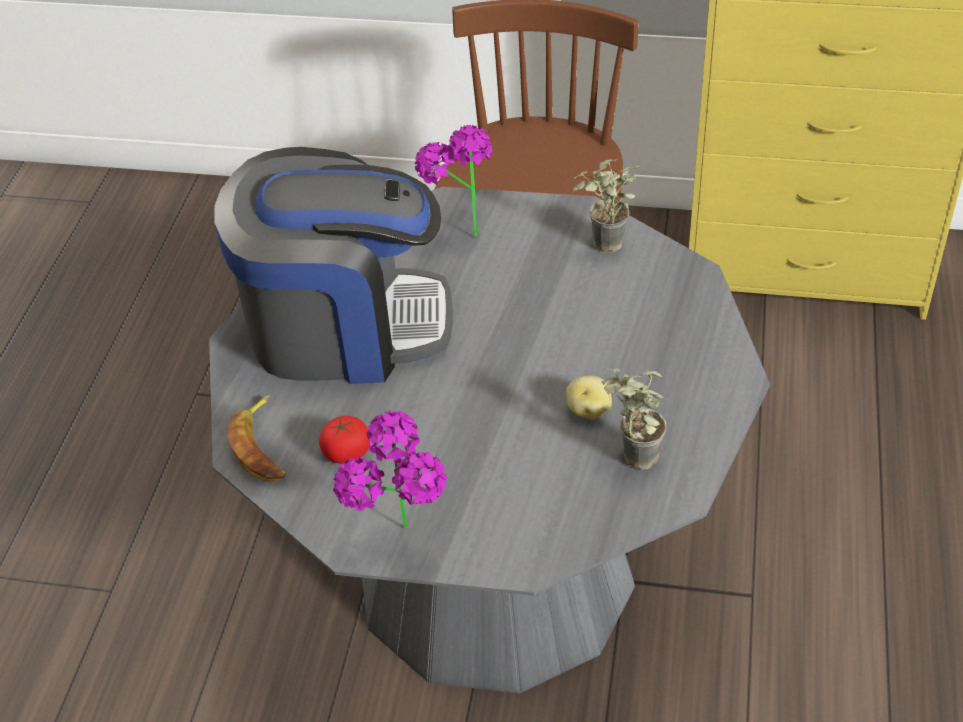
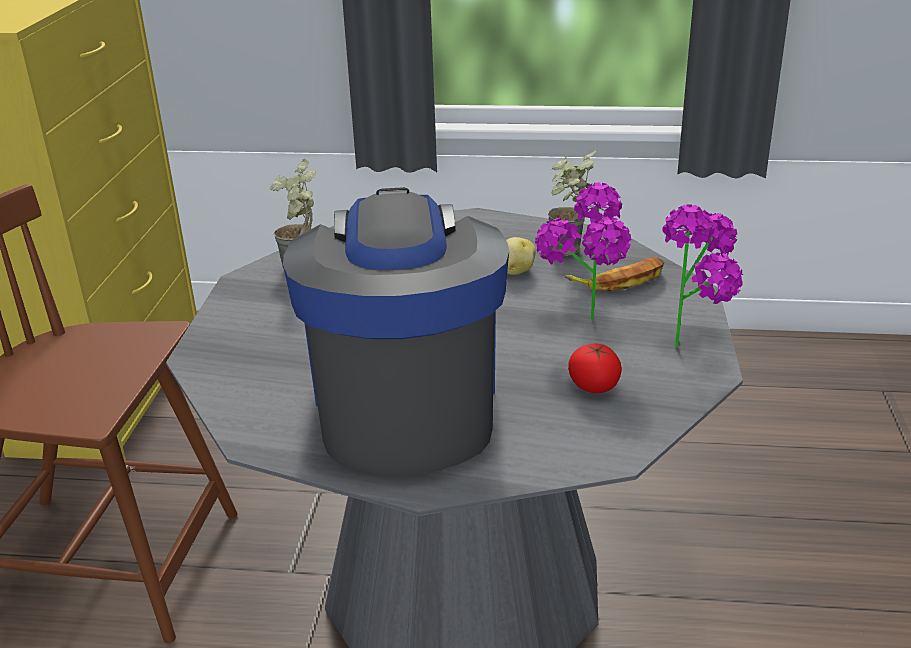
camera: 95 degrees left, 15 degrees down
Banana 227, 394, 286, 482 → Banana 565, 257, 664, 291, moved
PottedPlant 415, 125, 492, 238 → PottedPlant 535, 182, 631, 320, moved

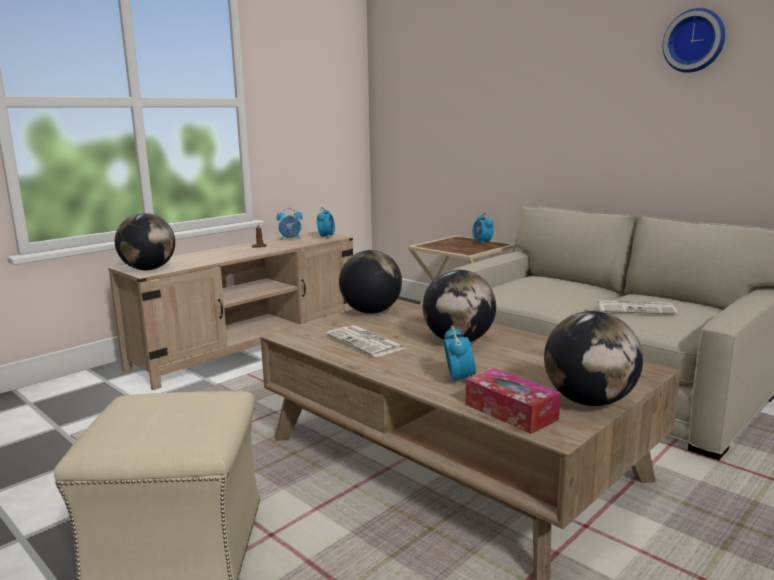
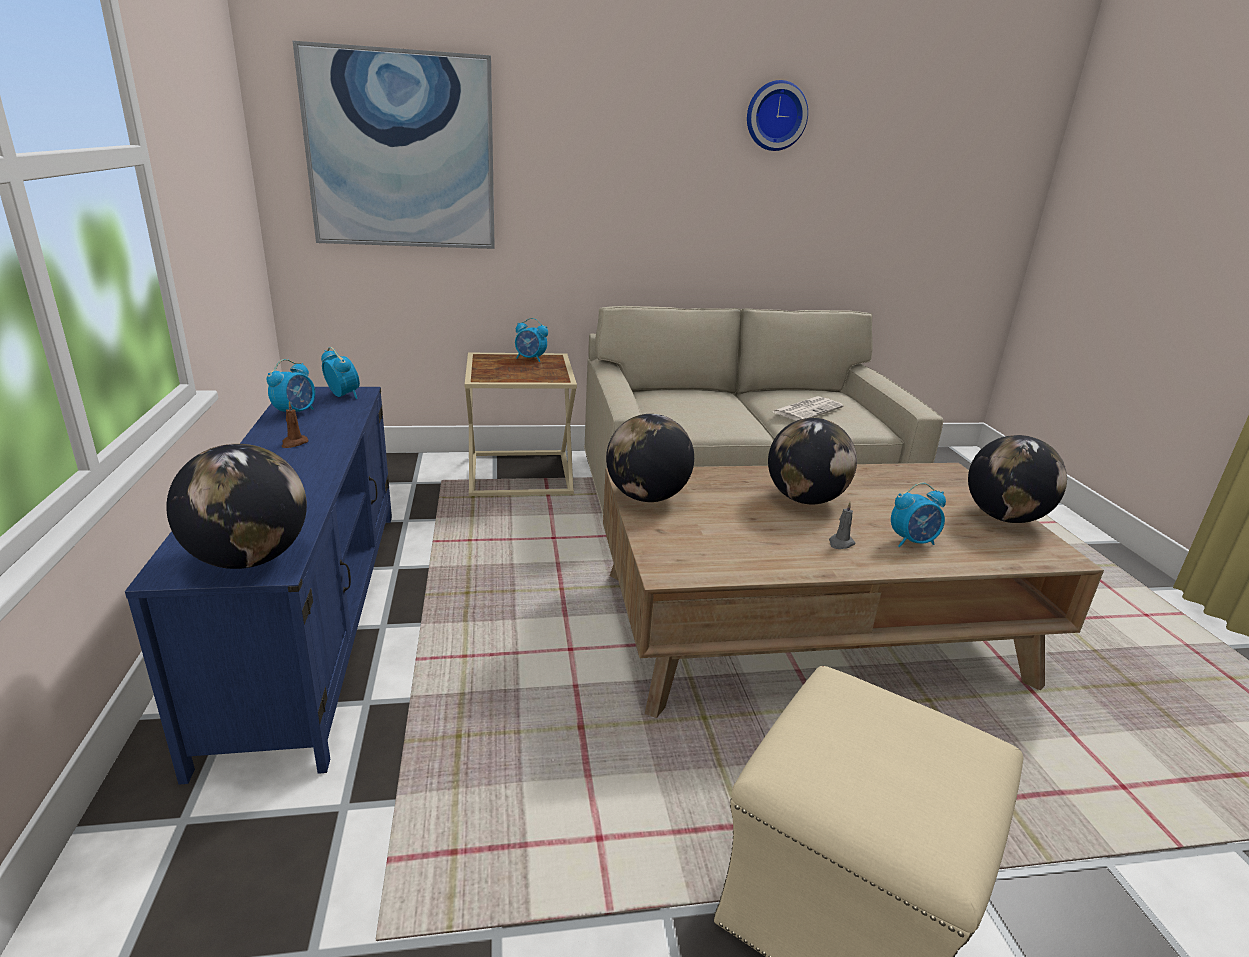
camera: 55 degrees left, 10 degrees up
BeigeTvStand 108, 231, 353, 390 → BlueTvStand 125, 387, 392, 785
Newspaper 326, 325, 406, 357 → -
AlarmClock 444, 326, 476, 381 → AlarmClock 891, 483, 946, 547, 135 degrees clockwise
TissueBox 466, 368, 561, 434 → -
- → Picture 293, 41, 495, 249
- → GreyCandle 829, 502, 855, 549

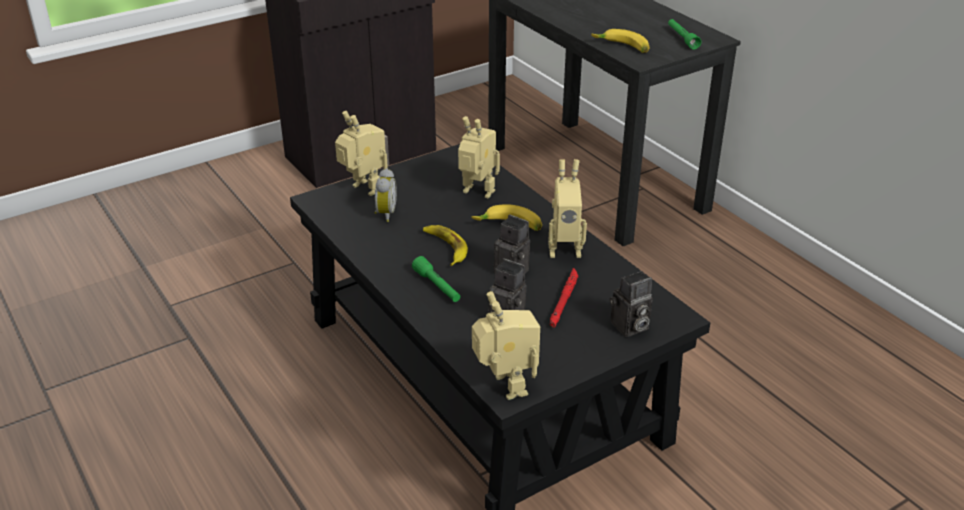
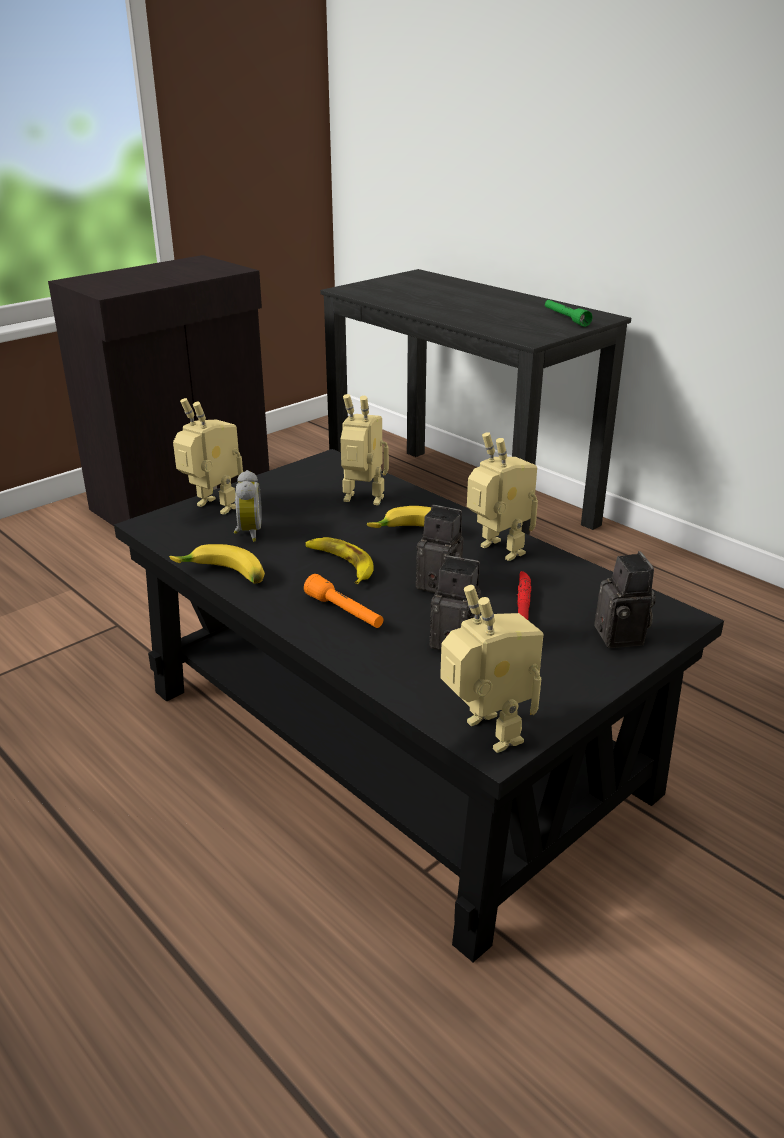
camera: 10 degrees left, 5 degrees down
GreenFlashlight 412, 256, 461, 302 → OrangeFlashlight 304, 574, 383, 628
ToyRobot 548, 159, 587, 258 → ToyRobot 467, 432, 538, 561, 120 degrees counterclockwise
Banana 591, 29, 650, 53 → Banana 169, 544, 265, 584, moved
PhotoCamera 610, 271, 653, 337 → PhotoCamera 595, 551, 656, 648, 60 degrees counterclockwise

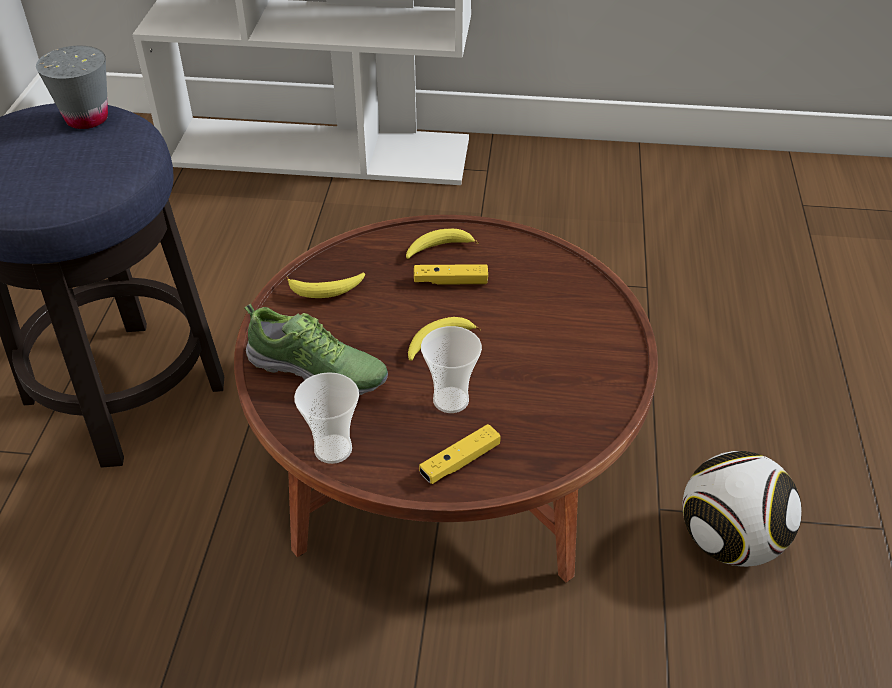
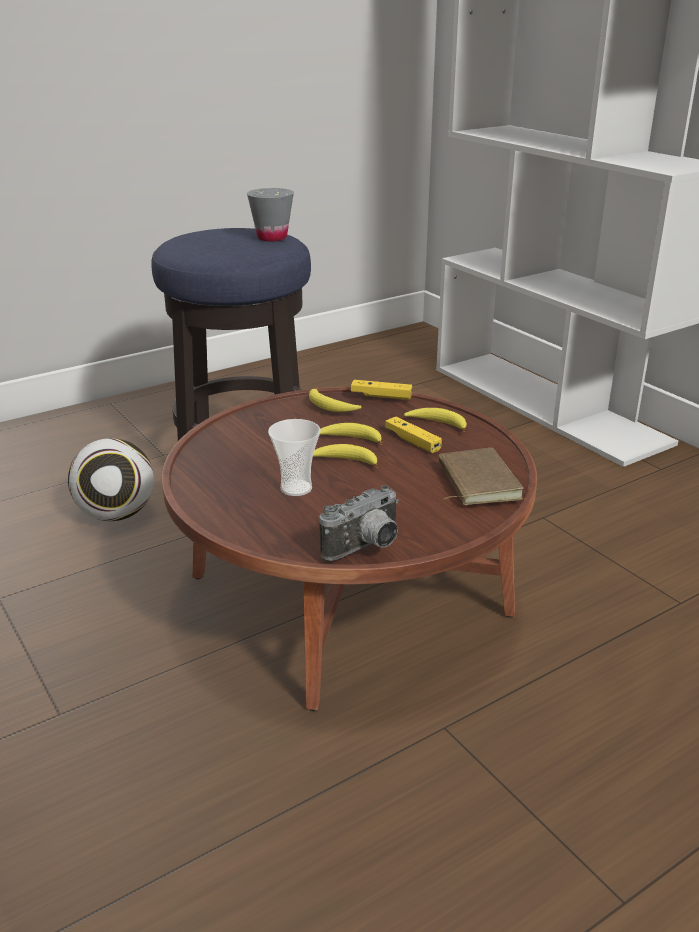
camera: 50 degrees right, 15 degrees down
Shoe 244, 304, 388, 395 → -
Cup 294, 372, 359, 464 → -
YellowGameController 419, 424, 501, 484 → YellowGameController 351, 380, 412, 400, moved
Football 683, 451, 802, 567 → Football 68, 438, 154, 521, moved
- → PhotoCamera 319, 485, 399, 561
- → Banana 320, 423, 382, 445
- → BrownBook 439, 448, 524, 505

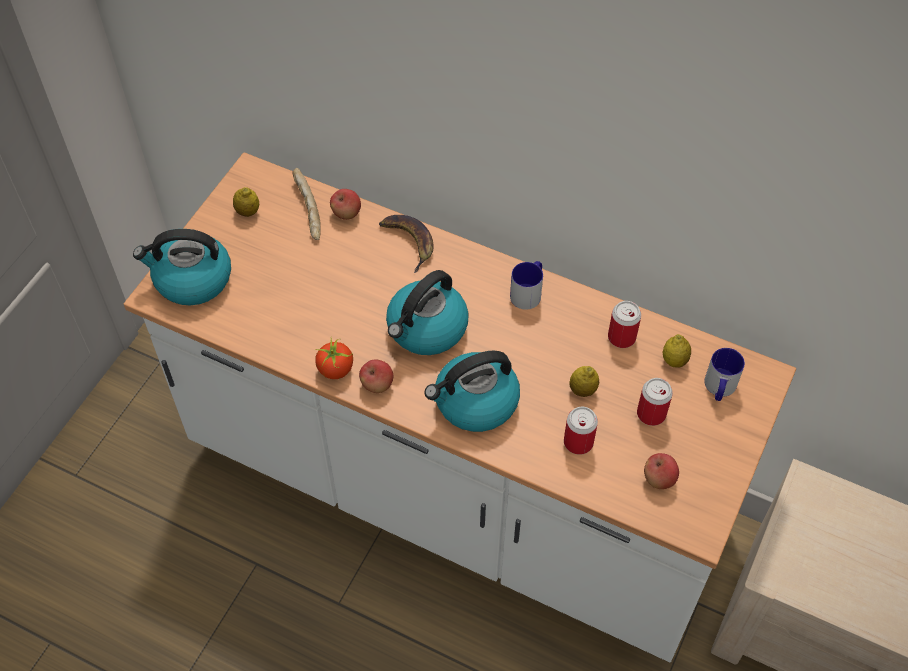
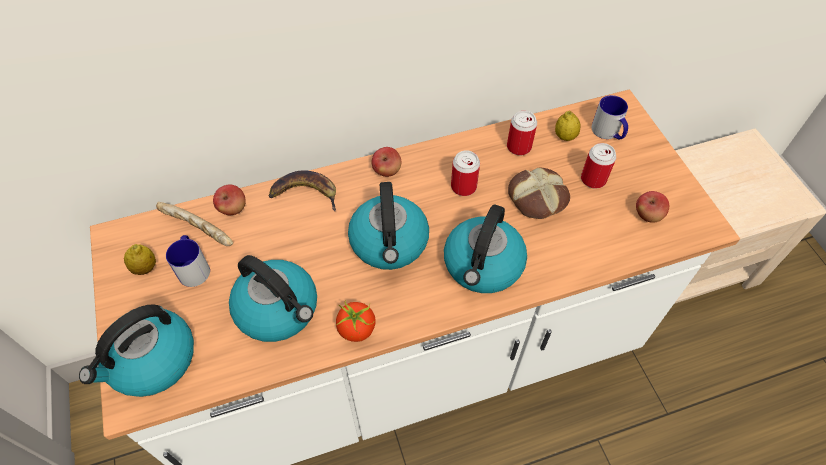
camera: 45 degrees left, 0 degrees up
Apple 359, 359, 393, 393 → Apple 372, 147, 401, 177, moved
Mug 510, 261, 543, 310 → Mug 166, 235, 210, 287, moved
Can 564, 407, 598, 455 → Can 451, 150, 480, 196, moved
Lemon 569, 366, 599, 397 → Bread 508, 168, 570, 219
- → Kettle 229, 255, 317, 342

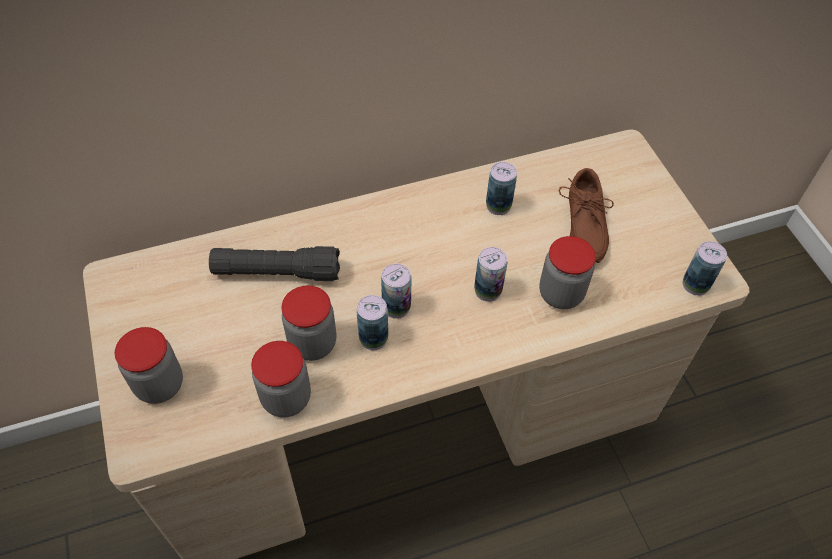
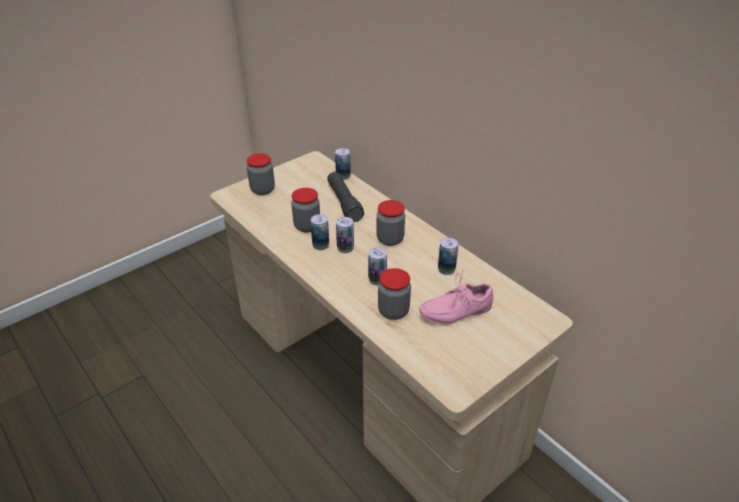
camera: 70 degrees right, 15 degrees down
Jar 251, 341, 311, 417 → Jar 376, 200, 405, 246, moved
BrownShoe 558, 168, 614, 263 → PinkShoe 419, 271, 493, 325
Can 683, 241, 727, 296 → Can 335, 148, 351, 180, moved

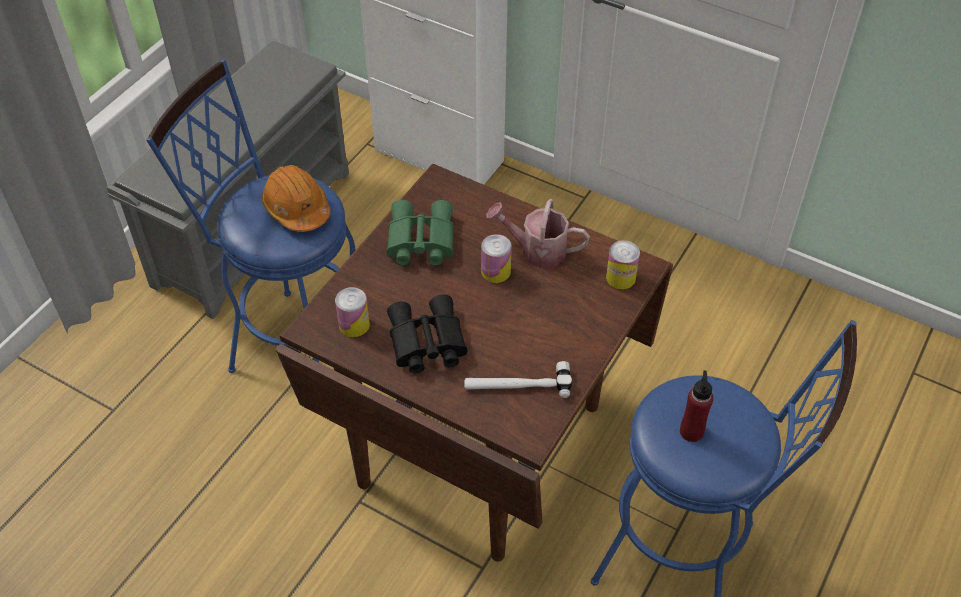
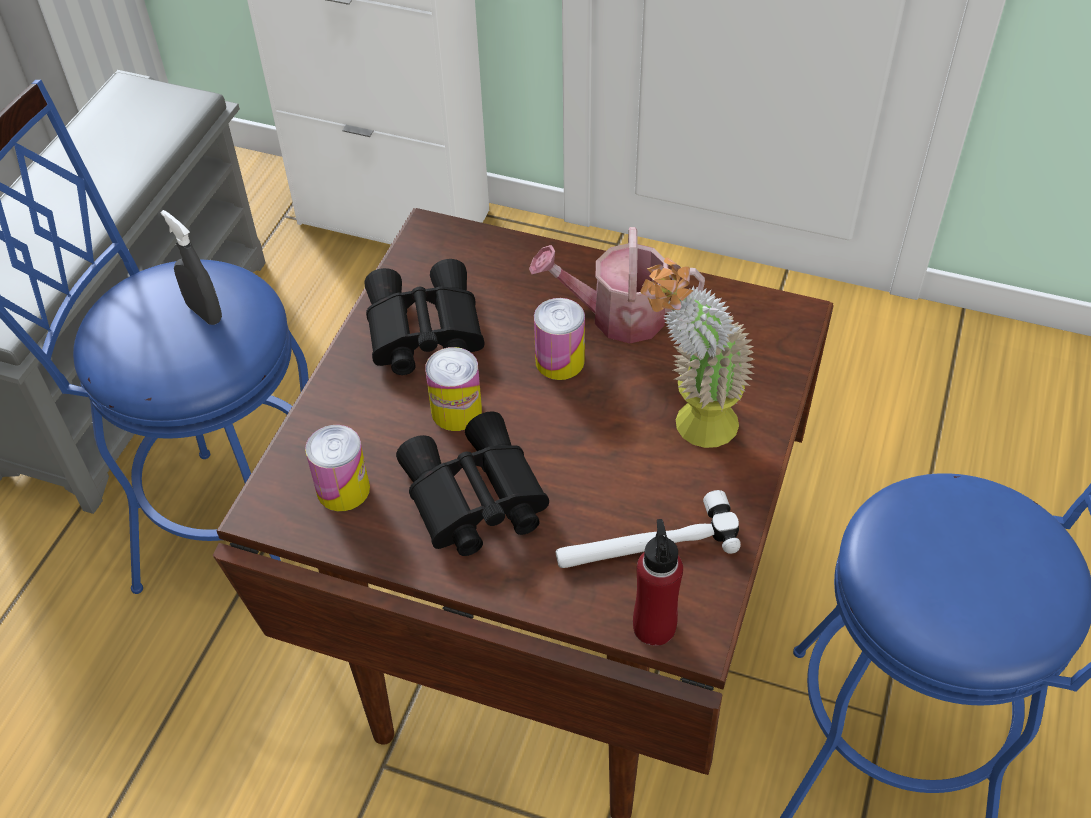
camera: 10 degrees left, 0 degrees up
OrangeHardHat 261, 165, 331, 232 → GreySprayBottle 161, 210, 222, 325
GreenBinoculars 386, 200, 454, 265 → BlackBinoculars 365, 259, 484, 375
Can 606, 240, 640, 289 → Can 425, 347, 482, 431, moved
RedBottle 680, 371, 713, 442 → RedBottle 633, 519, 683, 646, moved
- → PottedPlant 640, 257, 754, 448

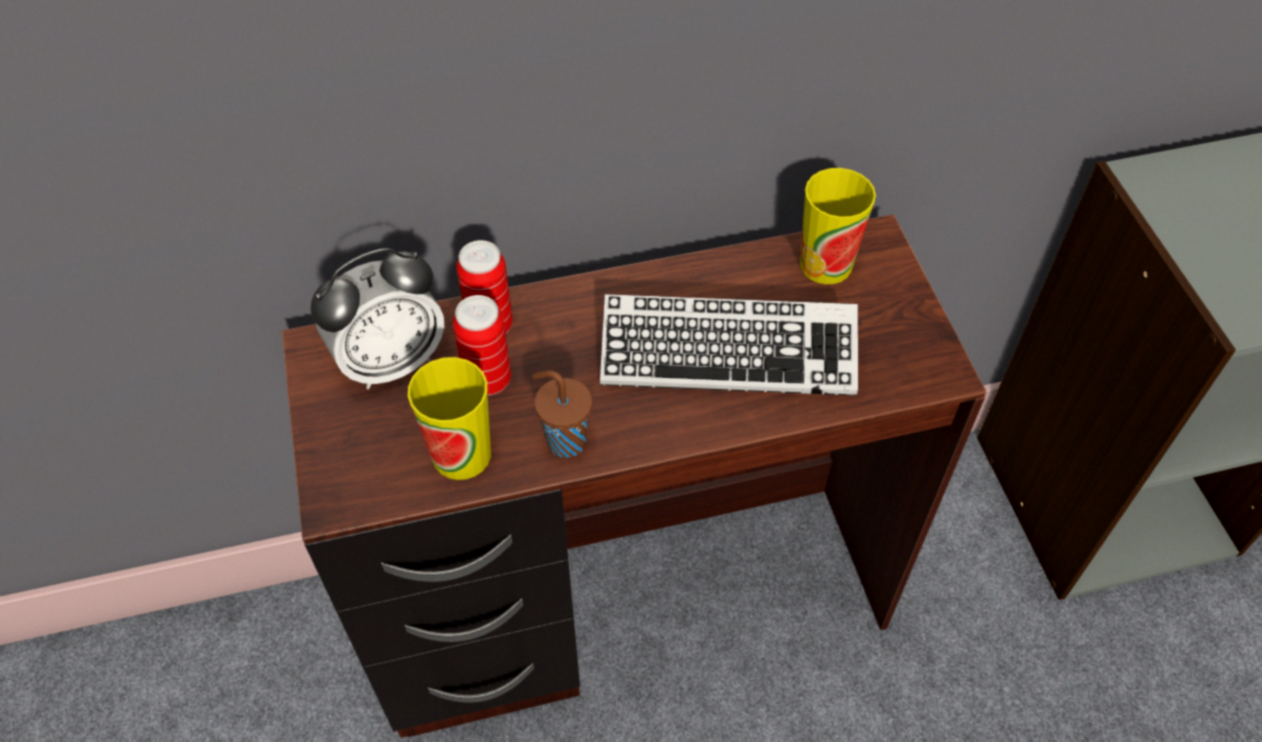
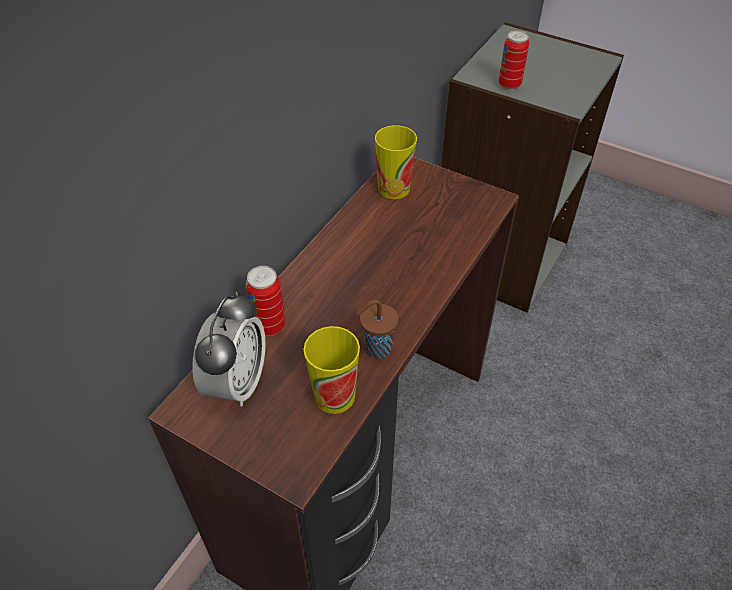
camera: 45 degrees left, 5 degrees down
Can 453, 295, 511, 396 → Can 499, 31, 529, 90, moved
Keyboard 600, 294, 858, 396 → -

